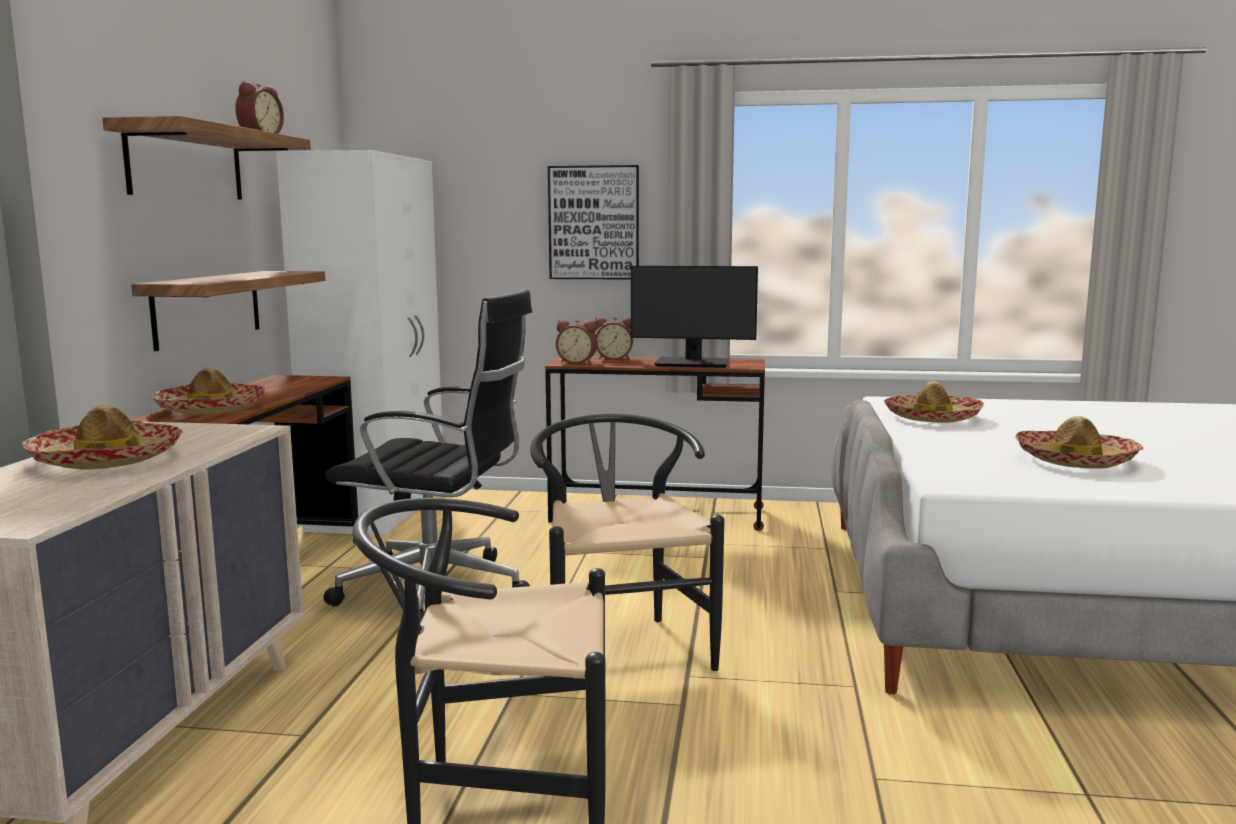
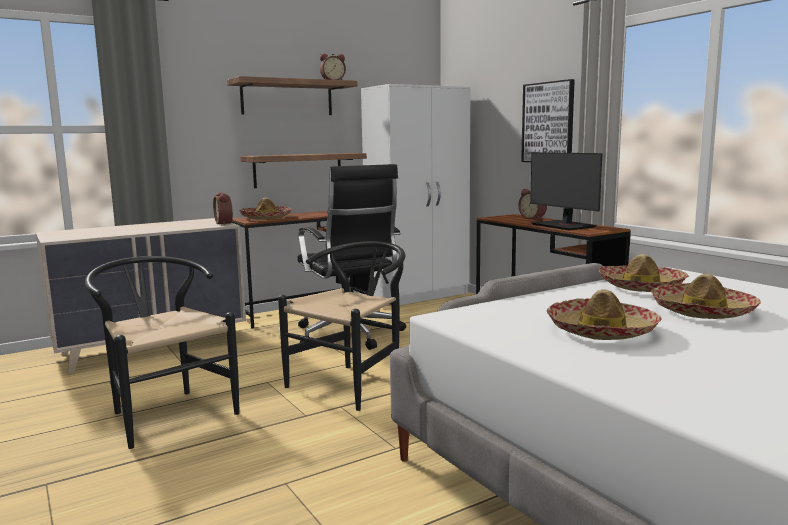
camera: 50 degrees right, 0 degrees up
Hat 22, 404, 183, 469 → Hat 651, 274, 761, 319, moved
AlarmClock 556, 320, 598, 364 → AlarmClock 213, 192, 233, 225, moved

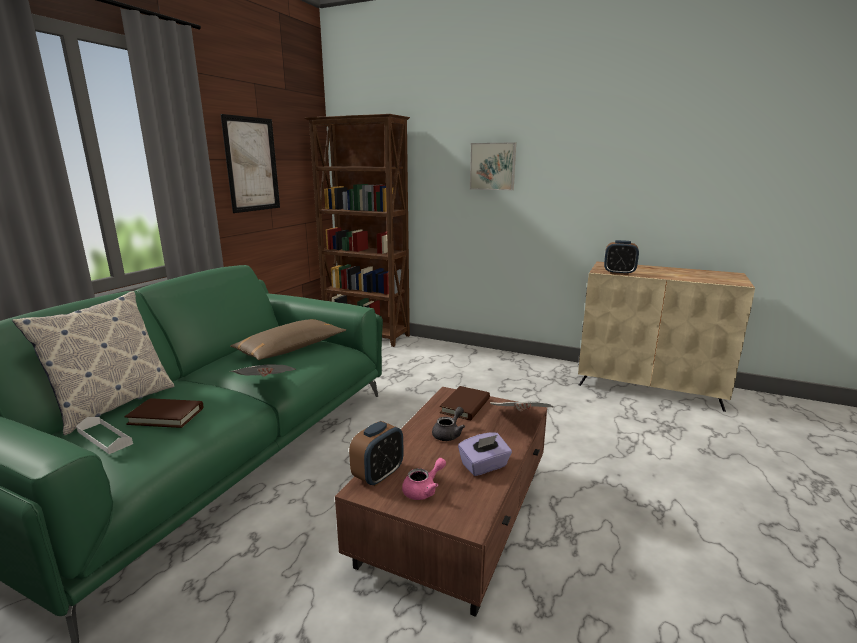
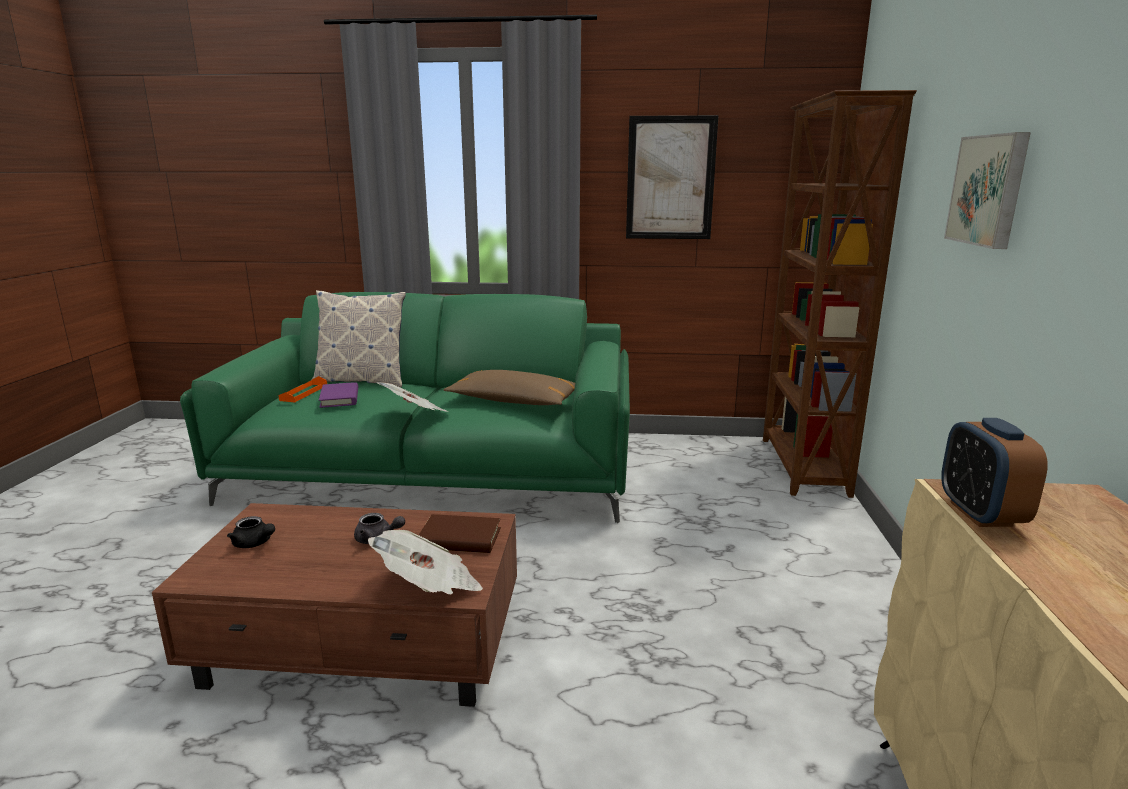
camera: 70 degrees right, 0 degrees up
WhiteTray 76, 417, 133, 454 → OrangeTray 278, 376, 327, 402
BrownBook 124, 398, 203, 428 → PurpleBook 319, 382, 358, 408
AlarmClock 349, 421, 404, 487 → -
PinkTeapot 402, 458, 446, 500 → BlackTeapot 227, 516, 275, 548
PurpleTissueBox 458, 432, 512, 476 → -

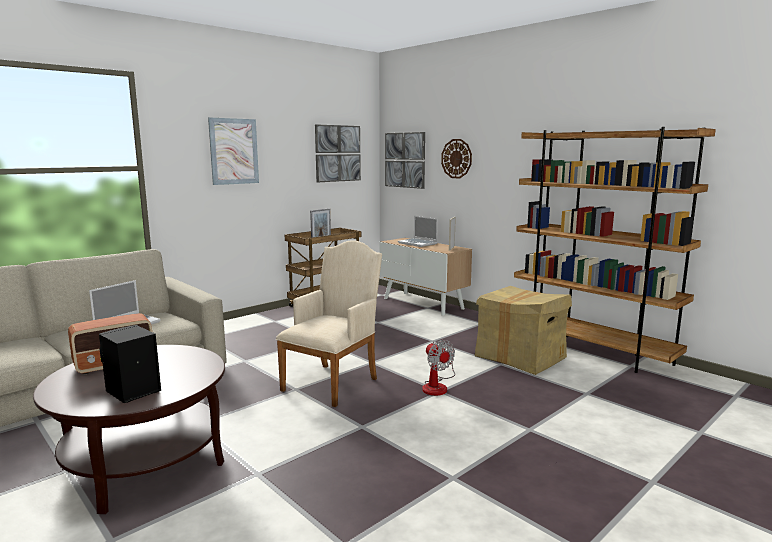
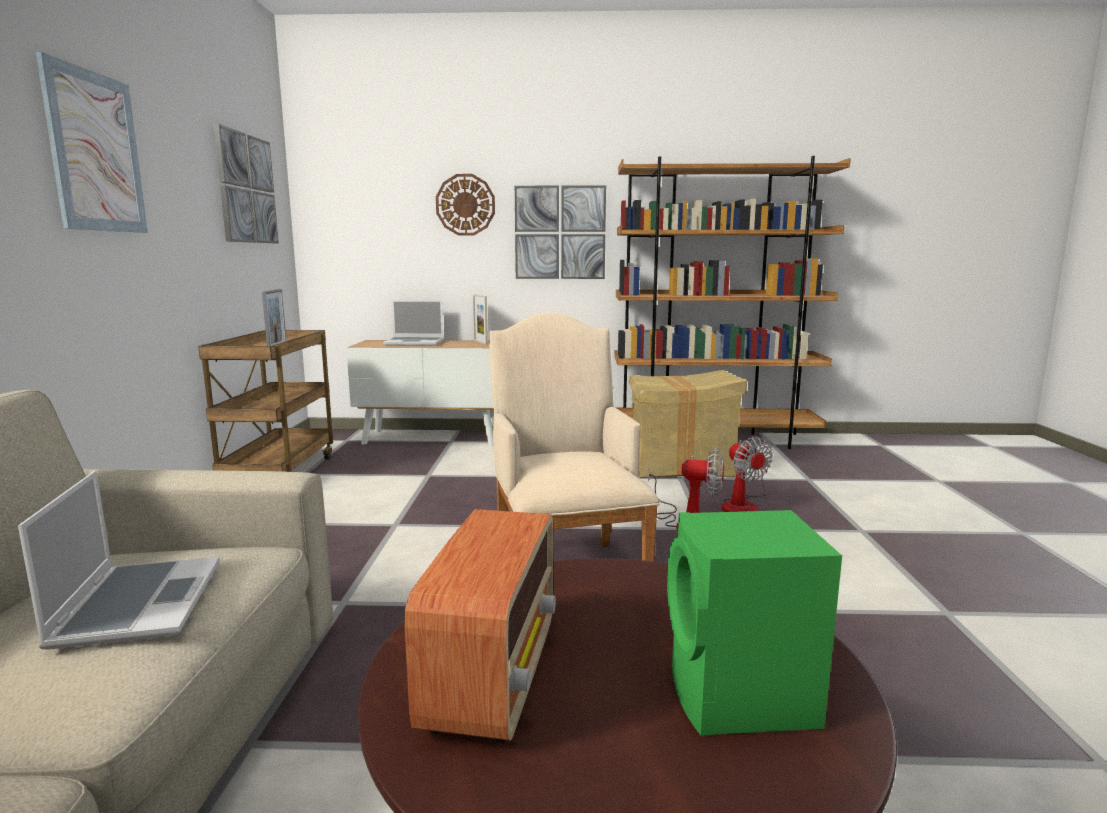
camera: 45 degrees left, 0 degrees up
BlackSpeaker 99, 325, 161, 403 → GreenSpeaker 667, 510, 842, 736
Picture 385, 132, 425, 189 → Picture 515, 185, 606, 279, moved
- → Fan 722, 437, 773, 512

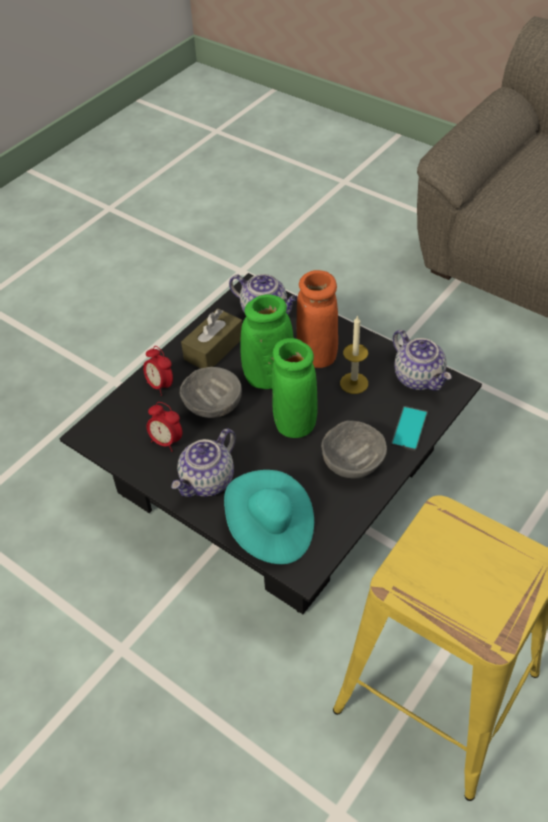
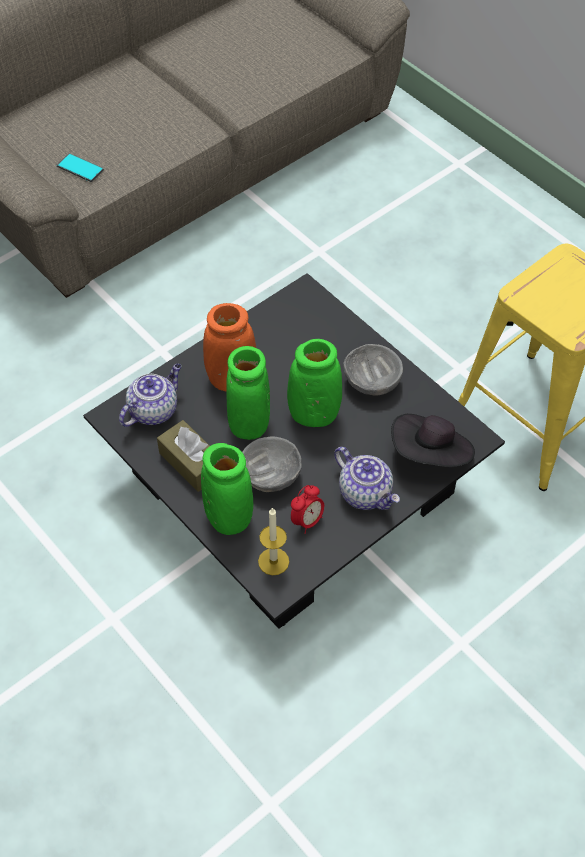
camera: 80 degrees left, 5 degrees up
AlarmClock 143, 346, 173, 396 → GreenVase 201, 443, 253, 535
TurquoiseHat 224, 470, 314, 564 → BlackHat 391, 414, 475, 467
Candle 340, 315, 368, 394 → Candle 258, 507, 289, 575, moved
Phone 391, 406, 428, 451 → Phone 57, 153, 104, 182, moved
Teapot 393, 330, 451, 391 → -

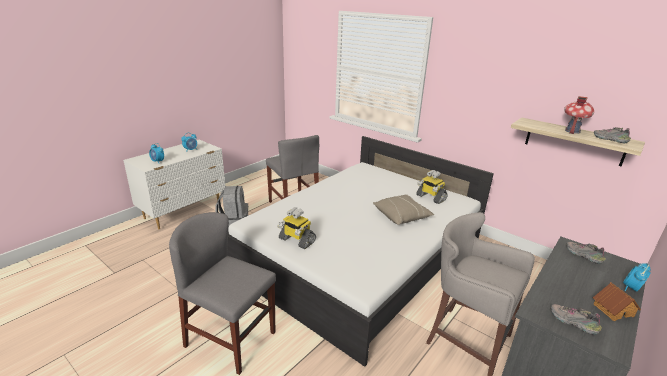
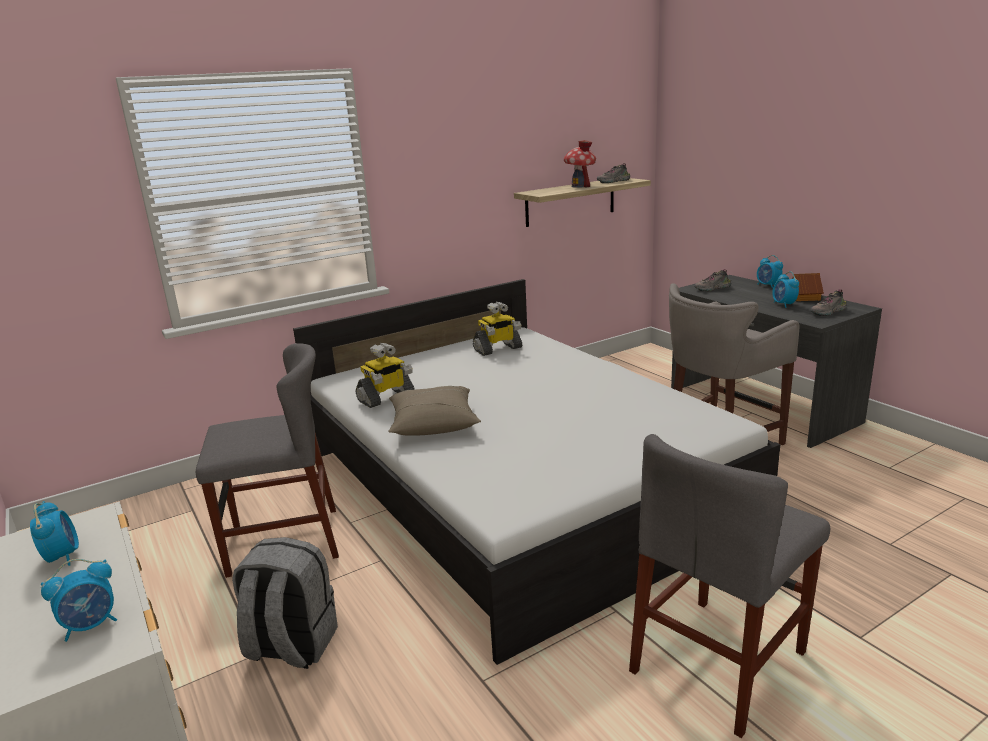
camera: 70 degrees left, 5 degrees down
ToyRobot 277, 207, 316, 249 → ToyRobot 355, 343, 414, 408, moved
BeigePillow 373, 194, 434, 225 → BeigePillow 388, 386, 481, 436, moved
- → AlarmClock 772, 271, 799, 308

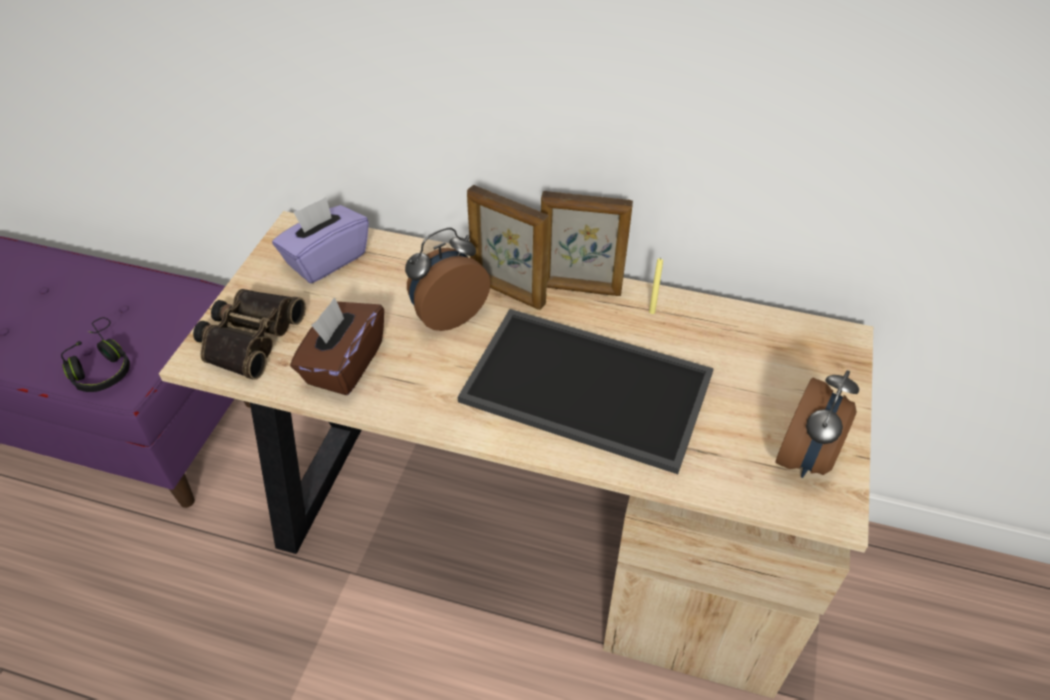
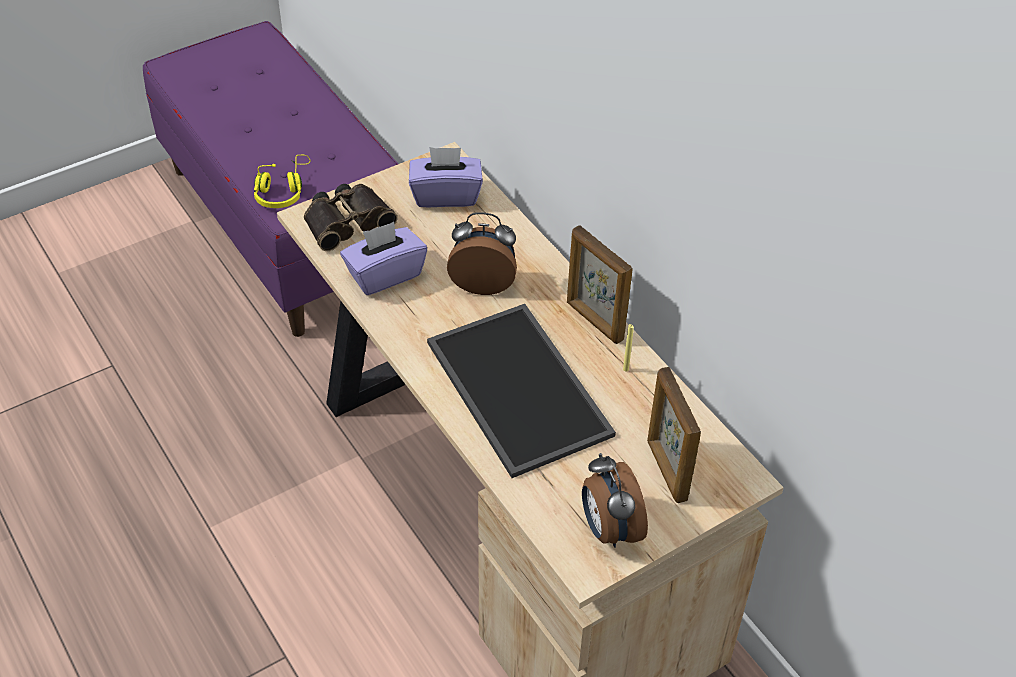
camera: 40 degrees right, 0 degrees up
BlackHeadphones 61, 317, 130, 392 → YellowHeadphones 254, 155, 311, 208
BrownTissueBox 290, 297, 384, 395 → PurpleTissueBox 340, 222, 427, 295
PictureFrame 467, 185, 549, 310 → PictureFrame 647, 367, 701, 503, moved
AlarmClock 775, 370, 859, 478 → AlarmClock 582, 453, 648, 548, 90 degrees clockwise

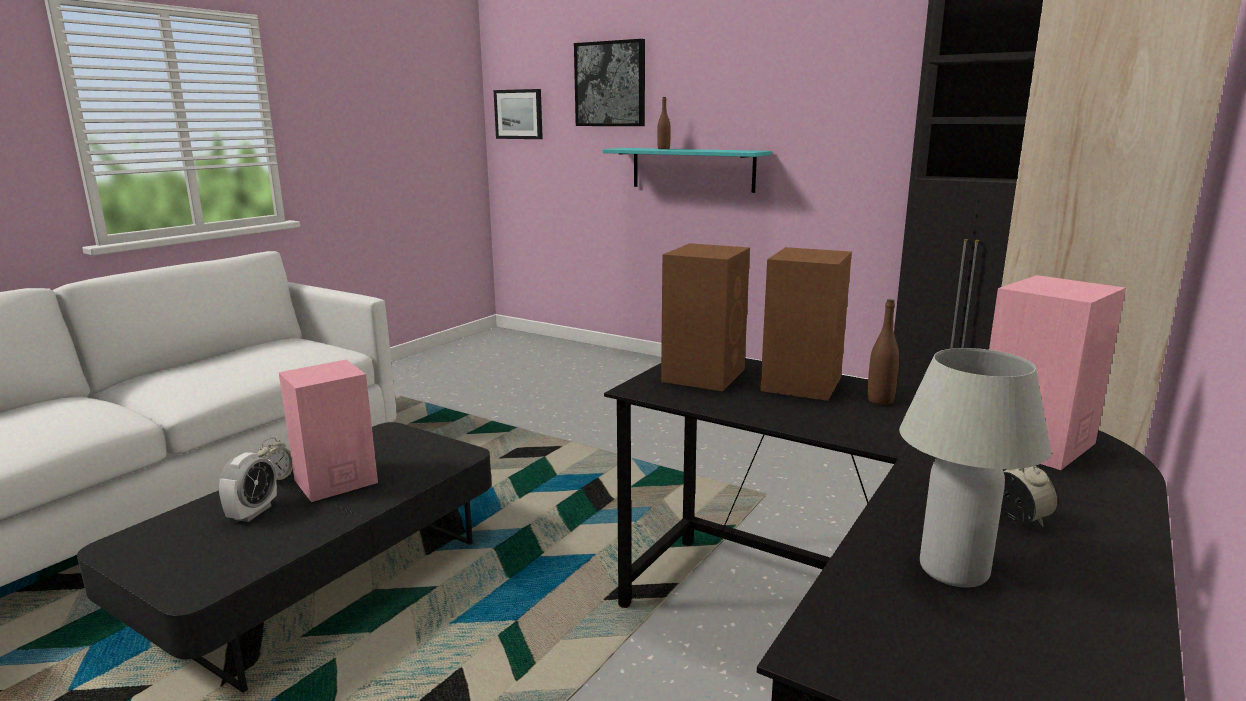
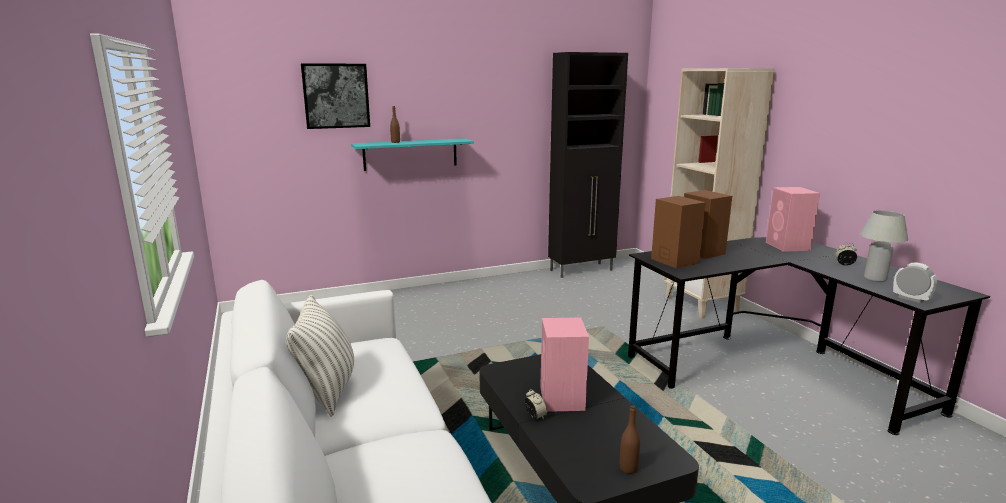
camera: 55 degrees left, 0 degrees up
AlarmClock 218, 452, 277, 522 → AlarmClock 893, 262, 937, 303, moved
Picture 494, 89, 543, 139 → -
BrownBottle 867, 299, 899, 405 → BrownBottle 620, 405, 640, 474, moved
- → Pillow 286, 295, 354, 417

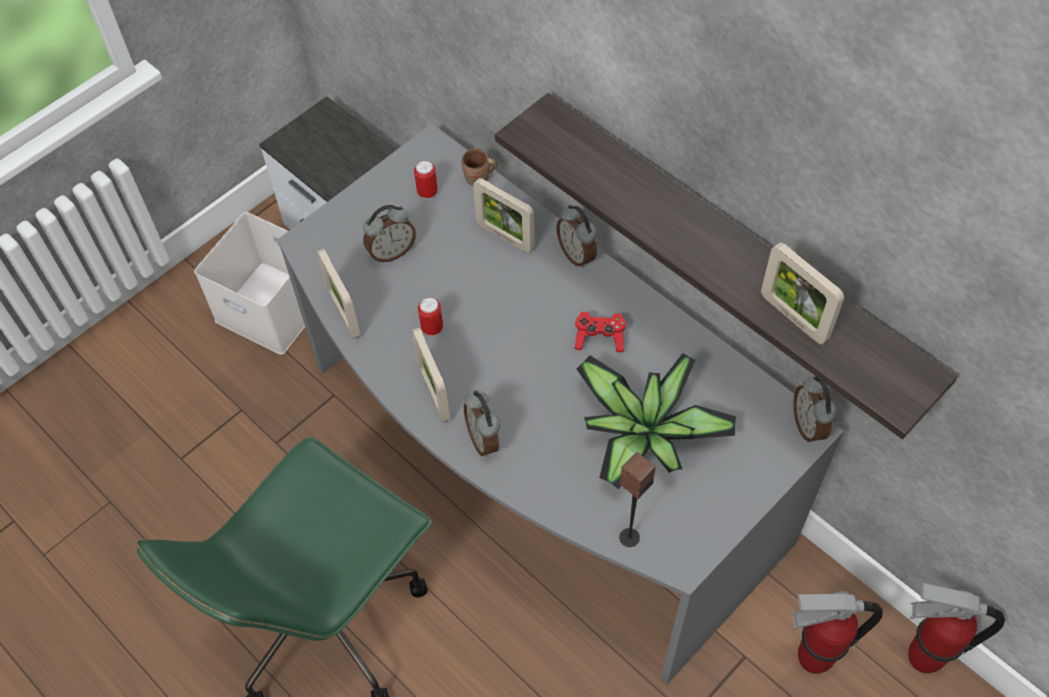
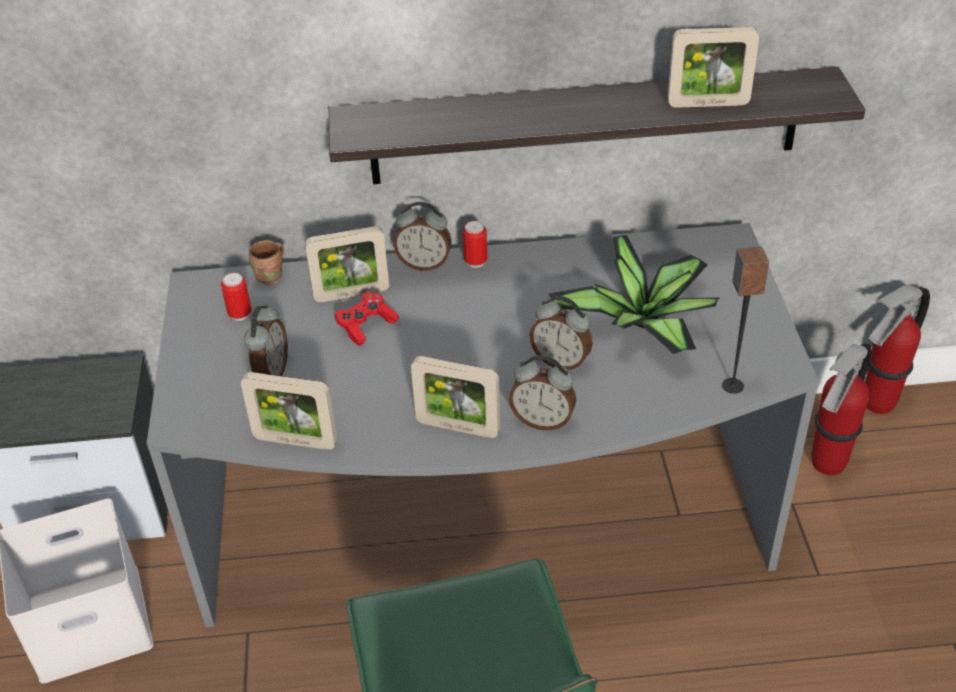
camera: 50 degrees left, 15 degrees down
Can 418, 297, 443, 336 → Can 463, 221, 487, 268, moved
RedGameController 575, 312, 626, 352 → RedGameController 334, 292, 399, 346, moved
AlarmClock 793, 376, 837, 443 → AlarmClock 530, 296, 593, 371, moved

